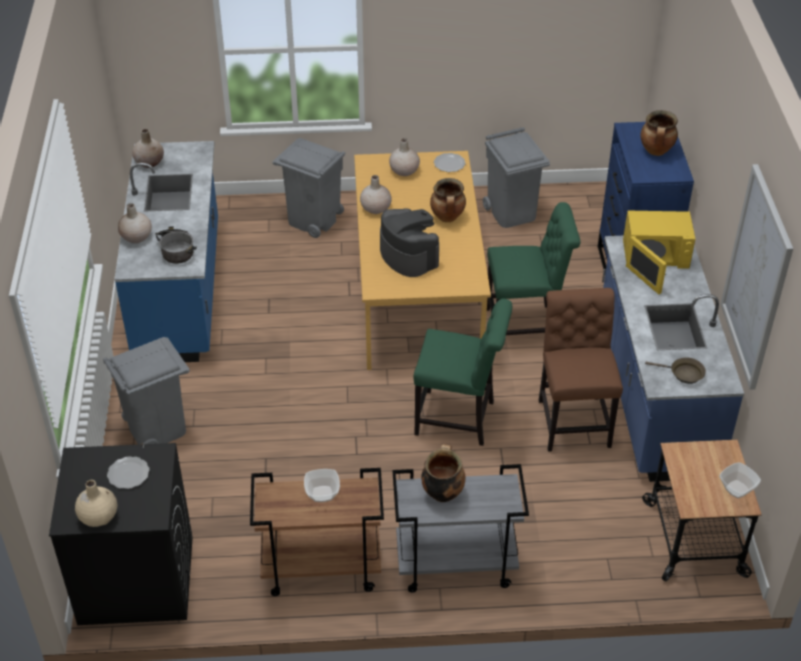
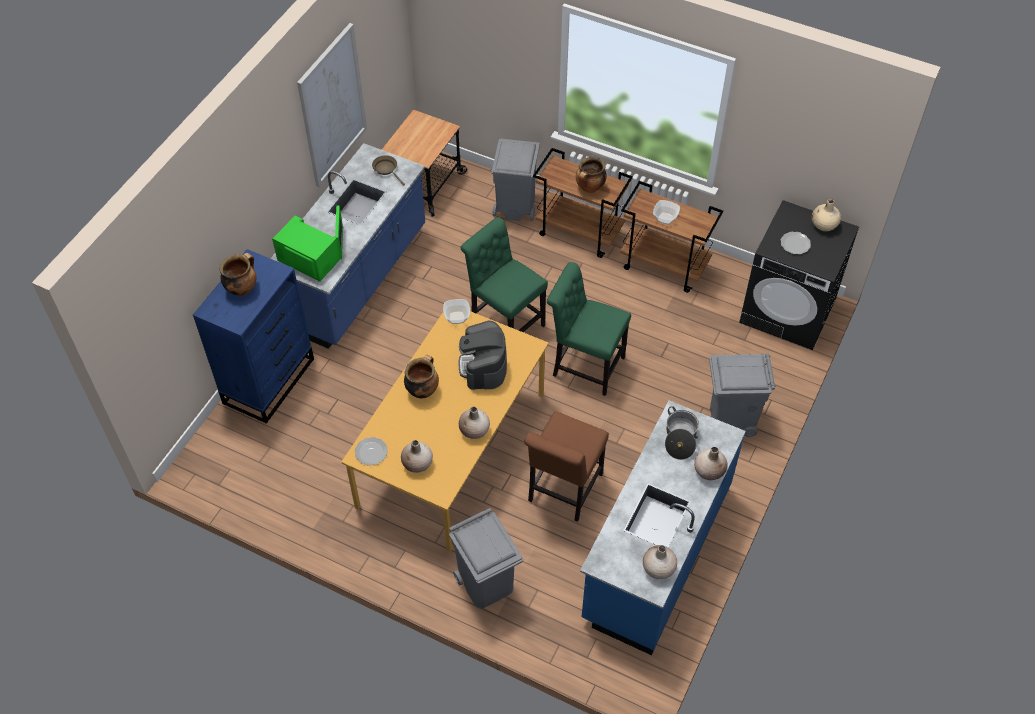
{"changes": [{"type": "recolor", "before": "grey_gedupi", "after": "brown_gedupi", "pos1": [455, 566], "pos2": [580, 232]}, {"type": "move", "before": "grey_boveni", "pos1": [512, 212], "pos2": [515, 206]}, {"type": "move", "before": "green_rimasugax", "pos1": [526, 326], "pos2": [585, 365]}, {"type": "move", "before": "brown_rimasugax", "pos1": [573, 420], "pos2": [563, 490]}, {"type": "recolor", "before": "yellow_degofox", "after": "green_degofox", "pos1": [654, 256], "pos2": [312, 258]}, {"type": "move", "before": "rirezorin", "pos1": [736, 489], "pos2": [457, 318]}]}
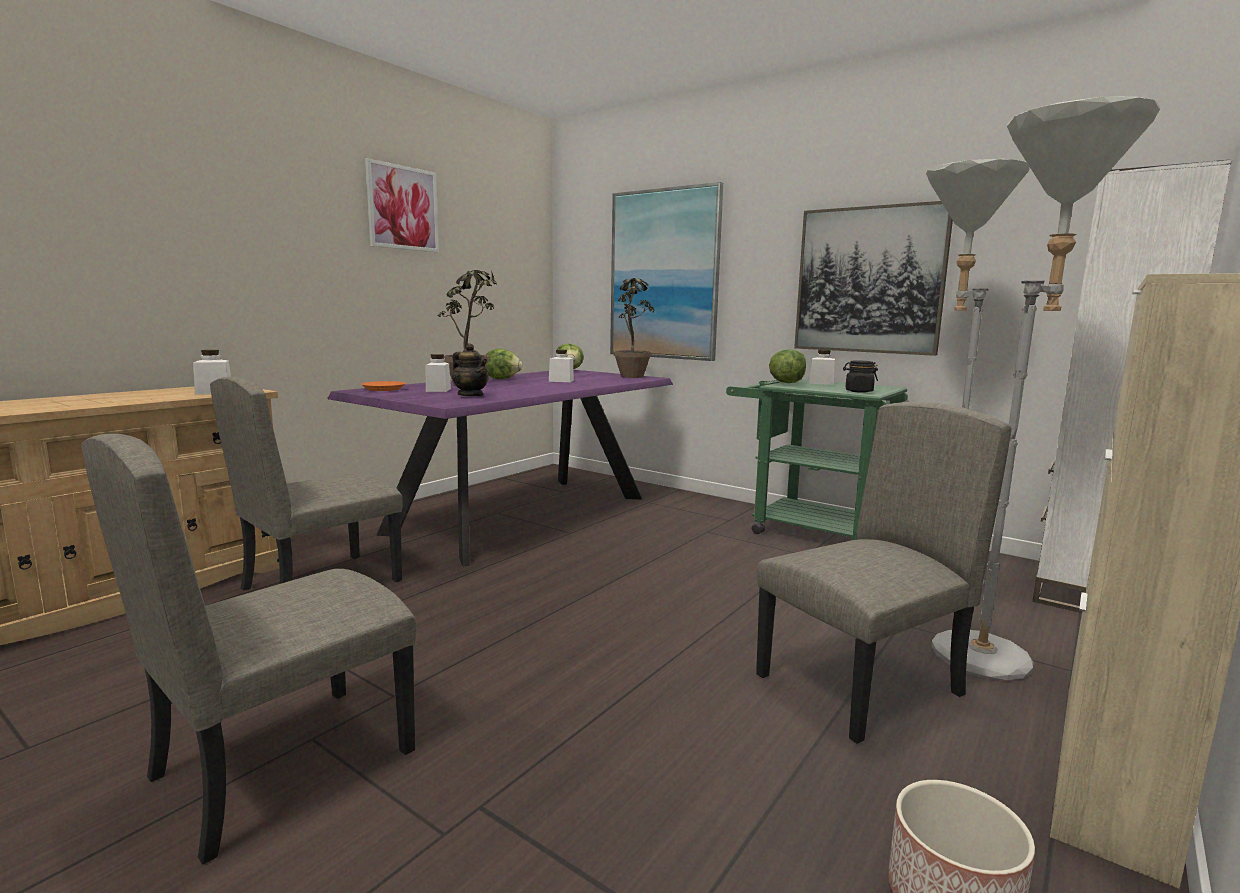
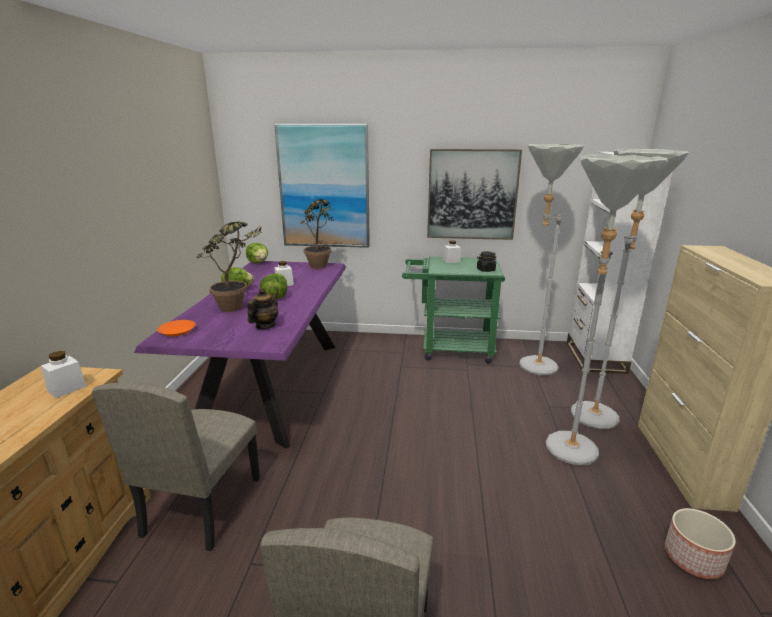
{"changes": [{"type": "delete", "before": "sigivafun", "pos1": [402, 208]}, {"type": "delete", "before": "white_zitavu", "pos1": [438, 390]}, {"type": "rotate", "before": "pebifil", "pos1": [471, 395], "pos2": [265, 326], "turn": -75}, {"type": "replace", "before": "beige_rimasugax", "after": "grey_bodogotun", "pos1": [860, 686], "pos2": [569, 455]}, {"type": "move", "before": "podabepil", "pos1": [786, 383], "pos2": [275, 297]}]}
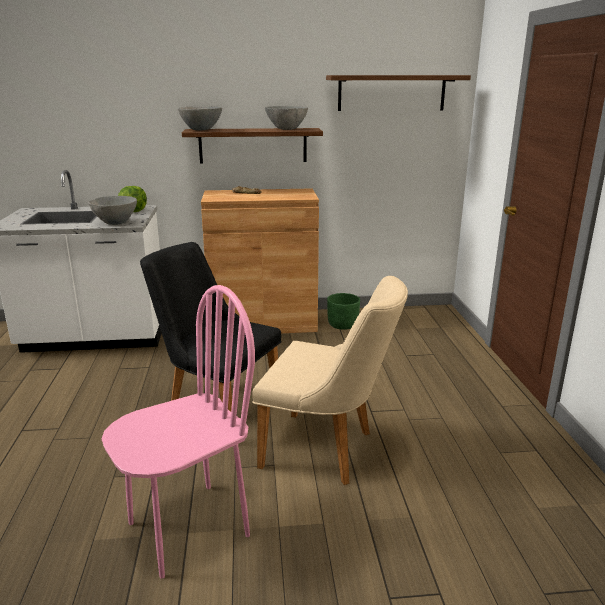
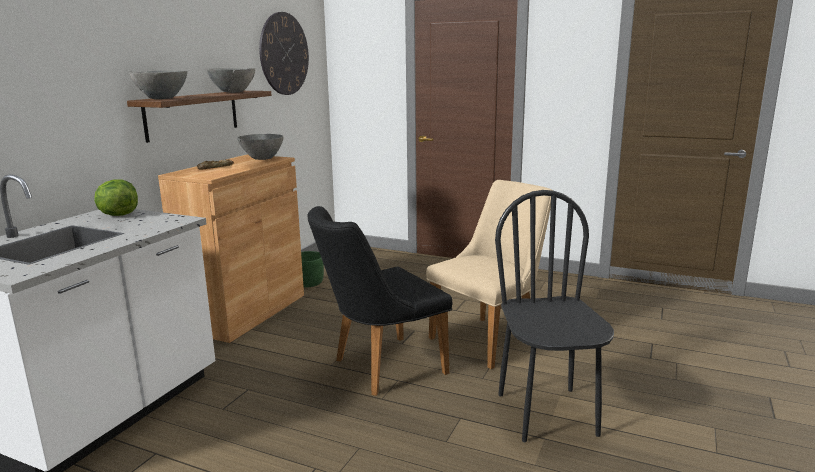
{"changes": [{"type": "move", "before": "grey_rirezorin", "pos1": [115, 223], "pos2": [262, 159]}, {"type": "recolor", "before": "pink_rimasugax", "after": "black_rimasugax", "pos1": [188, 528], "pos2": [547, 414]}, {"type": "replace", "before": "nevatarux", "after": "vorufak", "pos1": [391, 93], "pos2": [284, 54]}]}
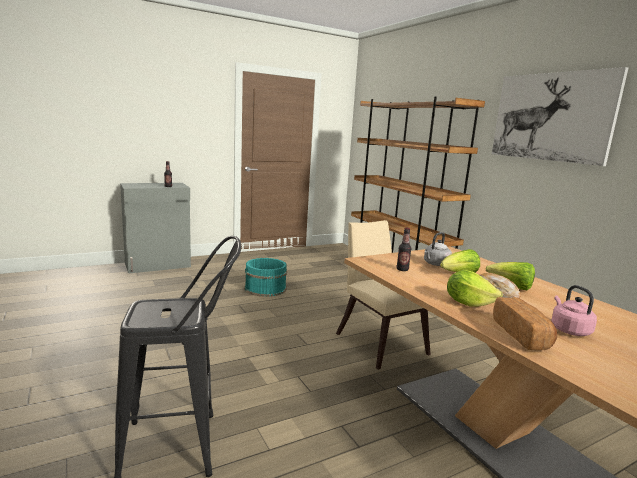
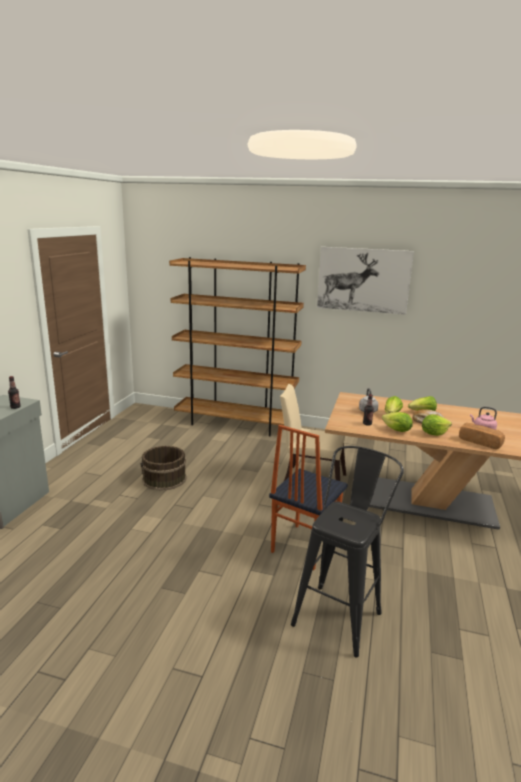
{"changes": [{"type": "recolor", "before": "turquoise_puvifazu", "after": "brown_puvifazu", "pos1": [265, 288], "pos2": [164, 479]}, {"type": "insert", "after": "rimasugax", "pos2": [303, 546]}, {"type": "insert", "after": "podabepil", "pos2": [397, 430]}]}
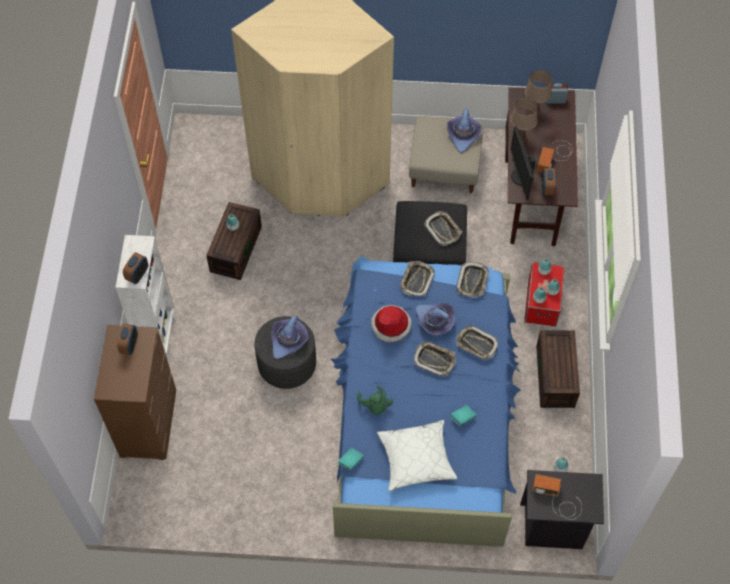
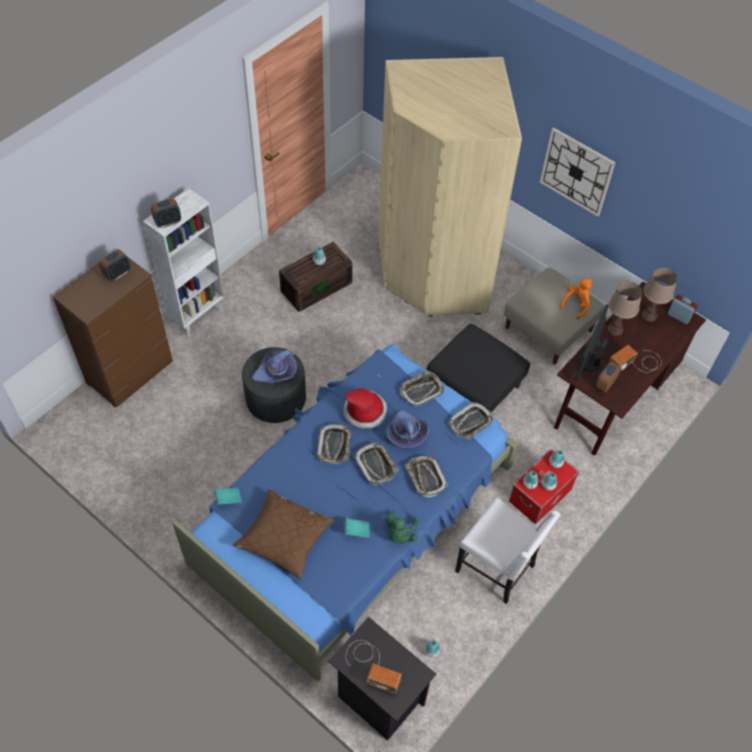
{"changes": [{"type": "move", "before": "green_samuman", "pos1": [375, 405], "pos2": [400, 533]}, {"type": "recolor", "before": "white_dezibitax", "after": "brown_dezibitax", "pos1": [416, 459], "pos2": [284, 537]}, {"type": "move", "before": "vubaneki", "pos1": [443, 230], "pos2": [334, 446]}, {"type": "replace", "before": "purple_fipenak", "after": "orange_samuman", "pos1": [463, 135], "pos2": [576, 304]}, {"type": "rotate", "before": "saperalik", "pos1": [557, 500], "pos2": [372, 665], "turn": 150}, {"type": "replace", "before": "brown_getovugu", "after": "white_rimasugax", "pos1": [556, 377], "pos2": [497, 568]}, {"type": "insert", "after": "vorufak", "pos2": [576, 171]}]}
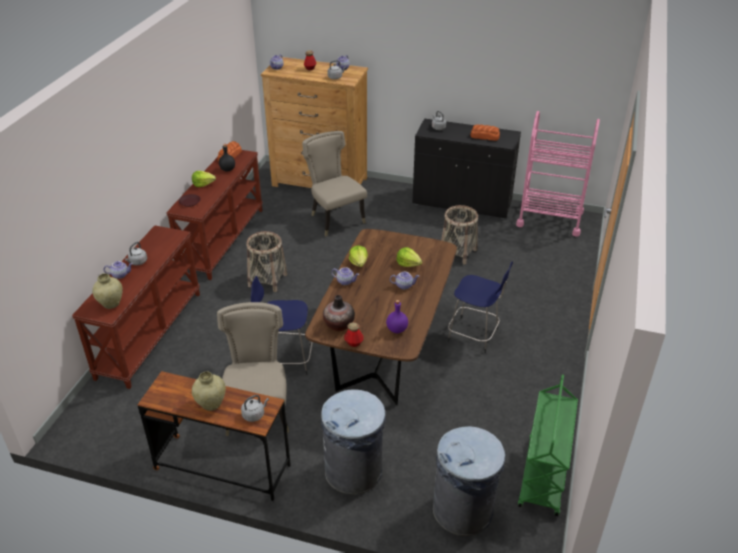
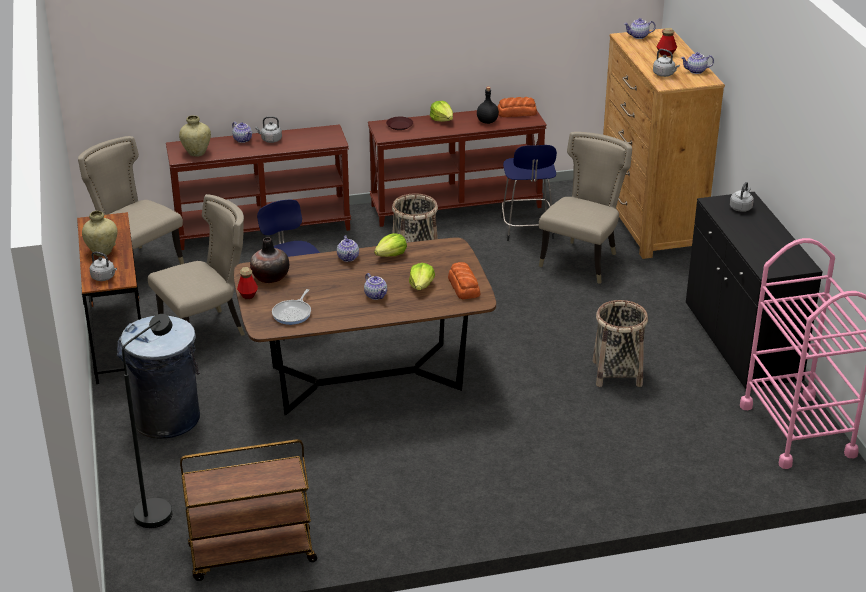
{"changes": [{"type": "replace", "before": "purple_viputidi", "after": "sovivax", "pos1": [396, 329], "pos2": [293, 313]}, {"type": "replace", "before": "grey_boveni", "after": "black_bodogotun", "pos1": [463, 511], "pos2": [160, 509]}, {"type": "move", "before": "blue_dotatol", "pos1": [474, 335], "pos2": [527, 229]}, {"type": "move", "before": "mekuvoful", "pos1": [484, 136], "pos2": [464, 286]}, {"type": "recolor", "before": "green_gedupi", "after": "brown_gedupi", "pos1": [543, 476], "pos2": [251, 555]}, {"type": "insert", "after": "beige_rimasugax", "pos2": [137, 265]}]}
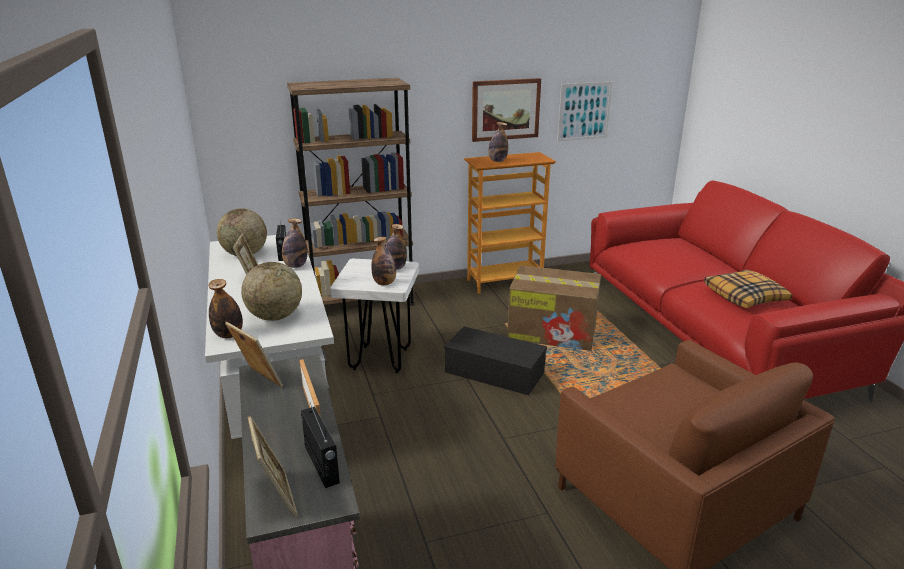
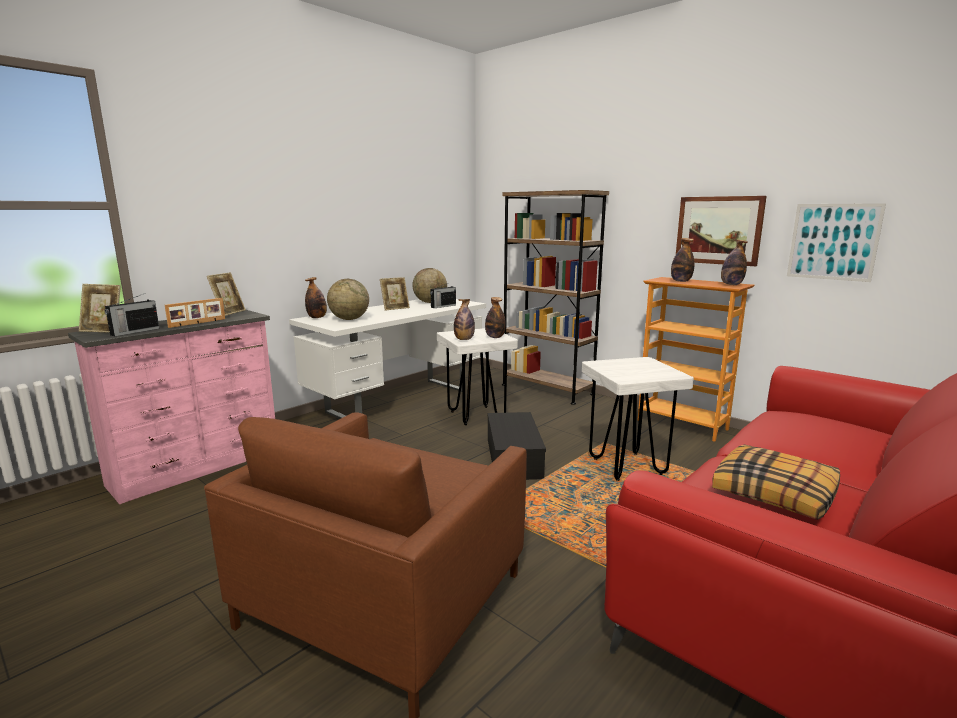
{"changes": [{"type": "rotate", "before": "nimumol", "pos1": [276, 496], "pos2": [103, 330], "turn": 60}, {"type": "move", "before": "viputidi", "pos1": [295, 266], "pos2": [731, 284]}, {"type": "replace", "before": "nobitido", "after": "white_dotatol", "pos1": [553, 332], "pos2": [627, 467]}]}
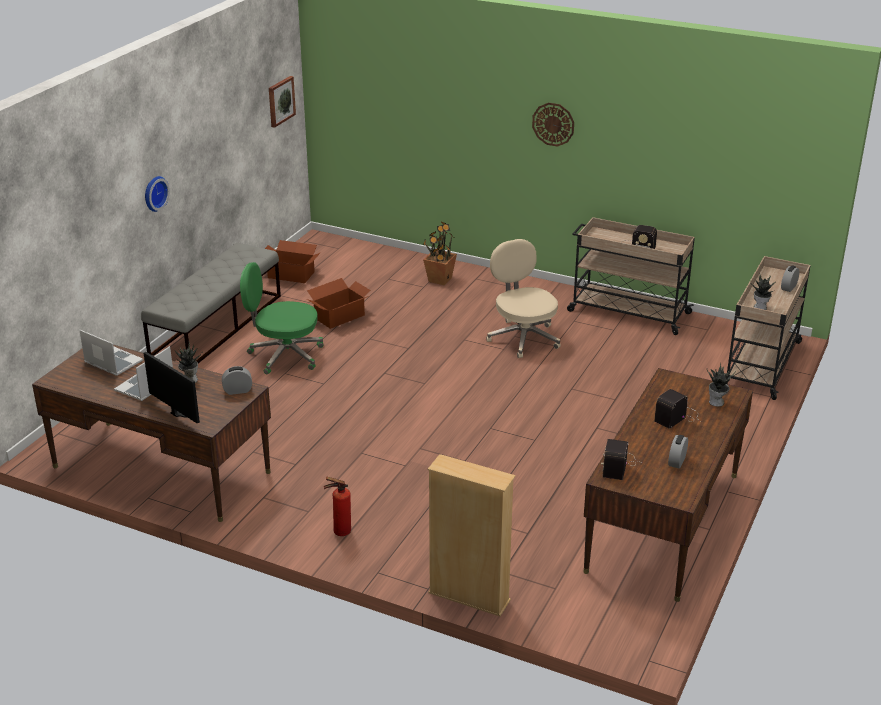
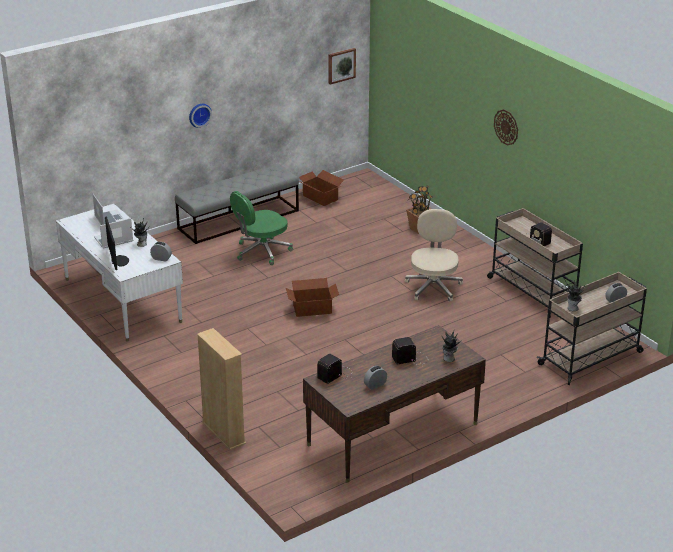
{"changes": [{"type": "recolor", "before": "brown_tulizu", "after": "white_tulizu", "pos1": [161, 469], "pos2": [122, 300]}, {"type": "rotate", "before": "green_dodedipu", "pos1": [284, 355], "pos2": [261, 252], "turn": -75}, {"type": "move", "before": "nobitido", "pos1": [340, 317], "pos2": [312, 309]}, {"type": "delete", "before": "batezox", "pos1": [339, 532]}]}
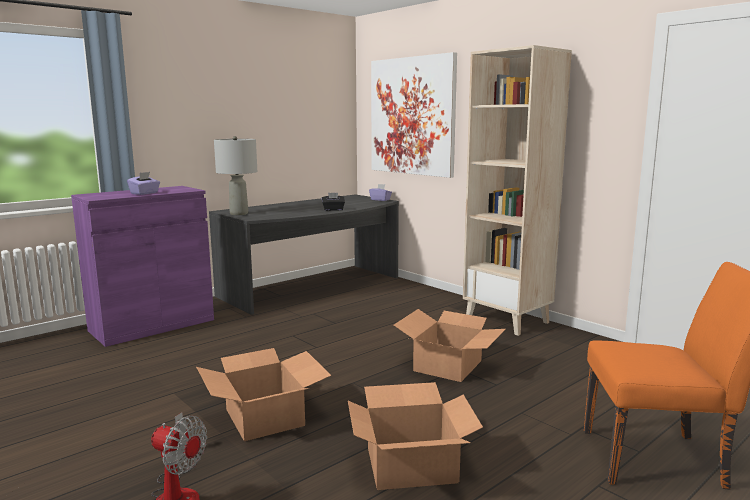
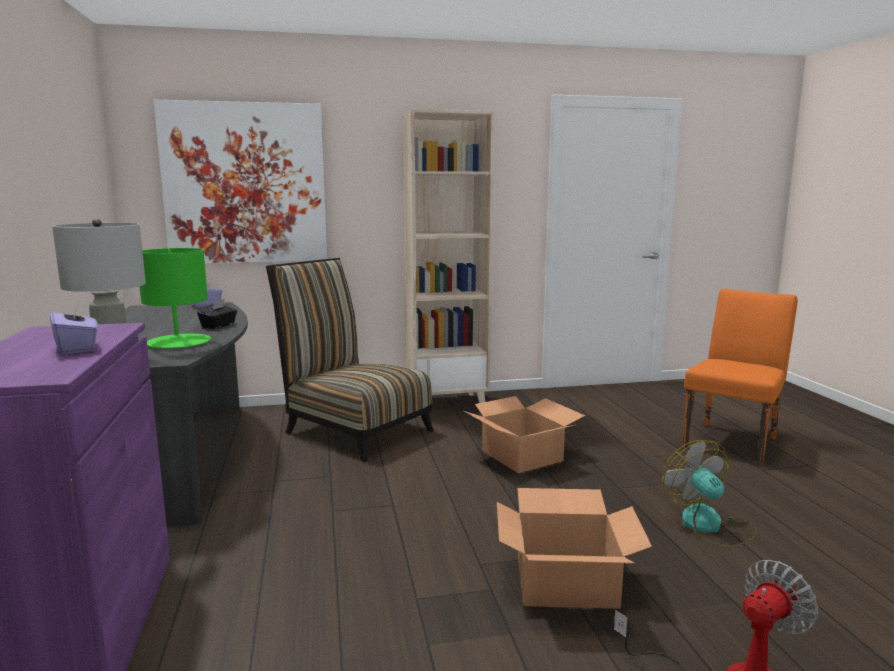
{"changes": [{"type": "replace", "before": "nobitido", "after": "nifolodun", "pos1": [410, 464], "pos2": [709, 526]}, {"type": "insert", "after": "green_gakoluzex", "pos2": [179, 343]}, {"type": "insert", "after": "rimasugax", "pos2": [353, 429]}]}
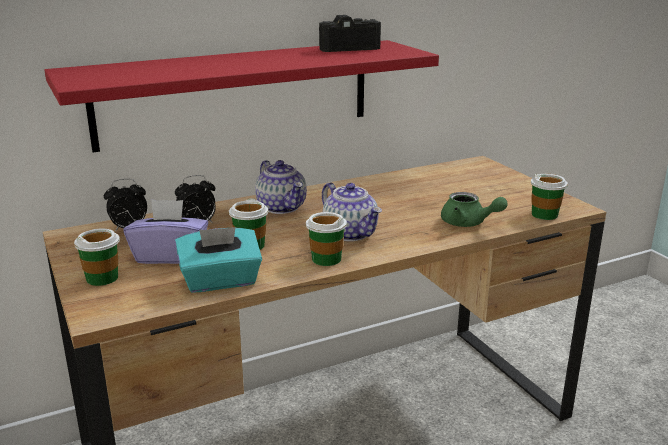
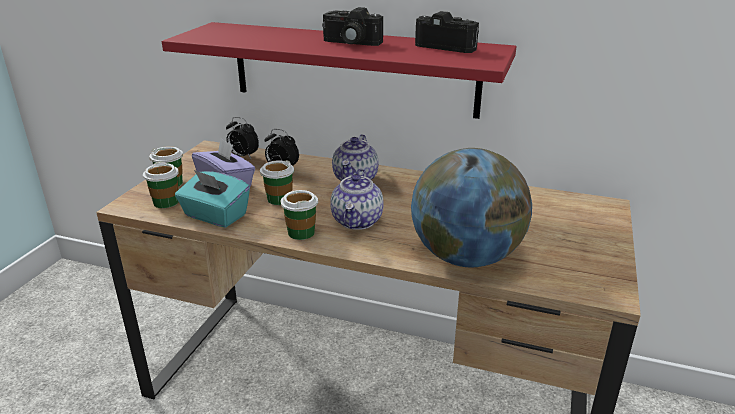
{"changes": [{"type": "replace", "before": "green_pebifil", "after": "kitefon", "pos1": [468, 223], "pos2": [465, 257]}, {"type": "move", "before": "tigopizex", "pos1": [544, 214], "pos2": [166, 202]}, {"type": "insert", "after": "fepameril", "pos2": [350, 43]}]}
